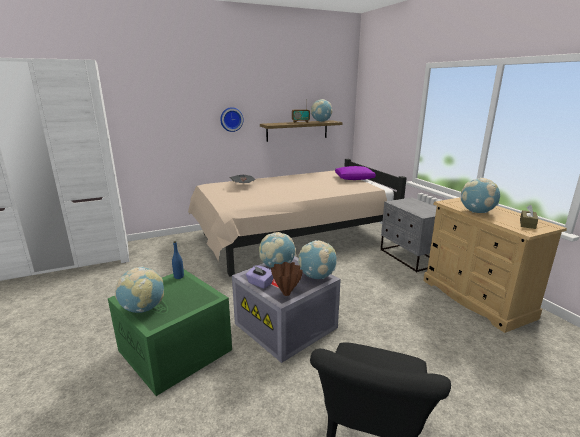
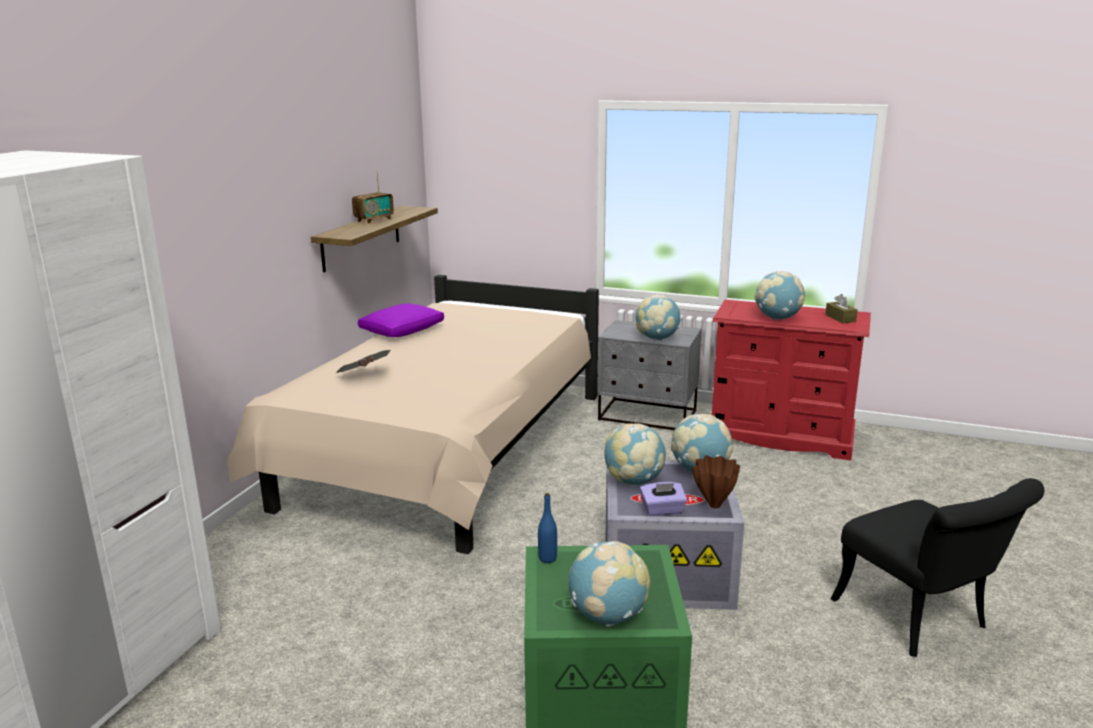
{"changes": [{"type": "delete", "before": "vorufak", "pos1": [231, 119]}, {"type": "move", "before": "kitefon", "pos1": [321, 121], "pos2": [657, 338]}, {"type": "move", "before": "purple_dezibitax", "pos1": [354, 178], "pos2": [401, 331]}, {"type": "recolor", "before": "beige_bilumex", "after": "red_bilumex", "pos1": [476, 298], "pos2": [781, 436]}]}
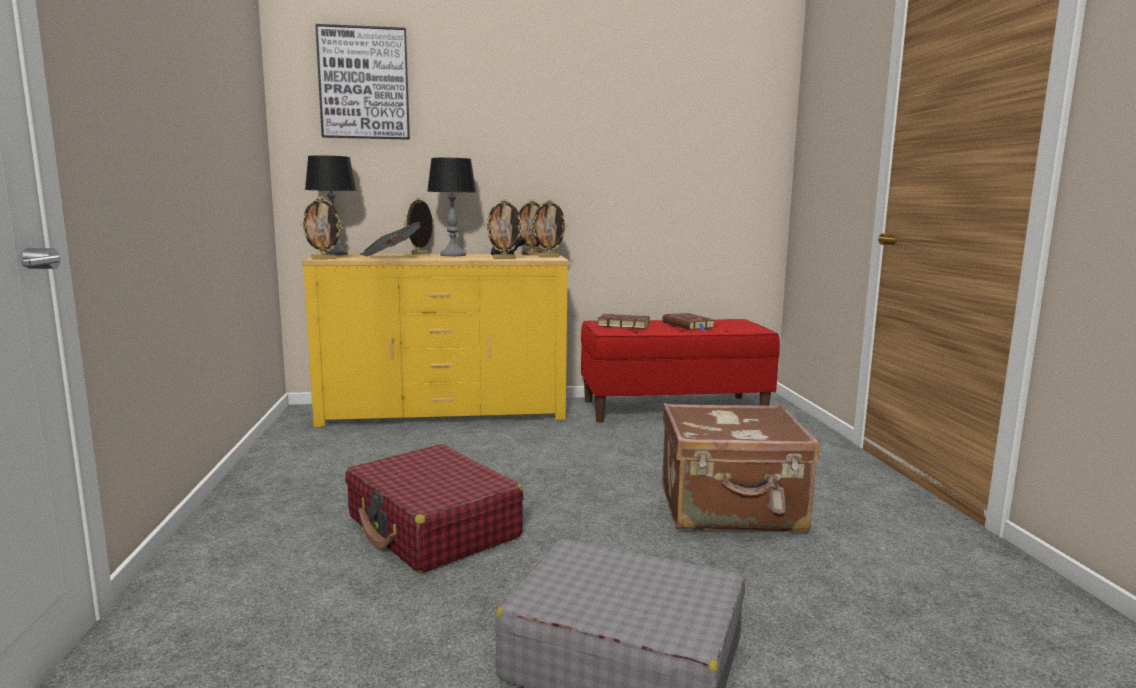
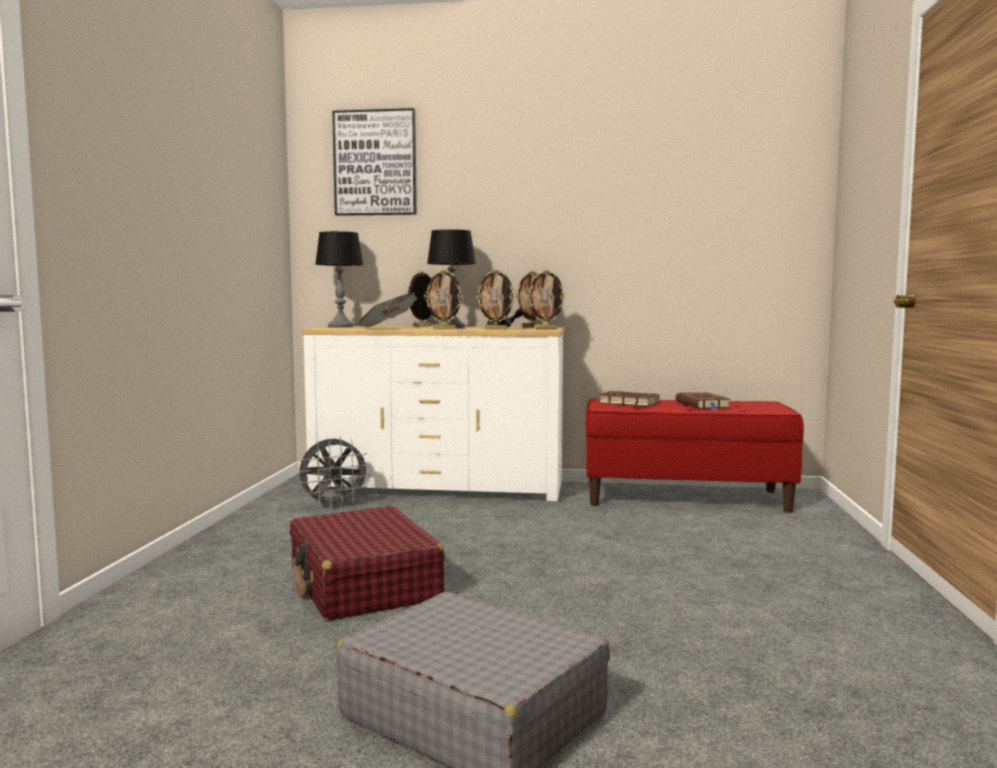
{"changes": [{"type": "move", "before": "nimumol", "pos1": [323, 259], "pos2": [444, 329]}, {"type": "recolor", "before": "yellow_bilumex", "after": "white_bilumex", "pos1": [444, 412], "pos2": [438, 487]}, {"type": "delete", "before": "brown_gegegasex", "pos1": [731, 509]}, {"type": "insert", "after": "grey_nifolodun", "pos2": [334, 506]}]}
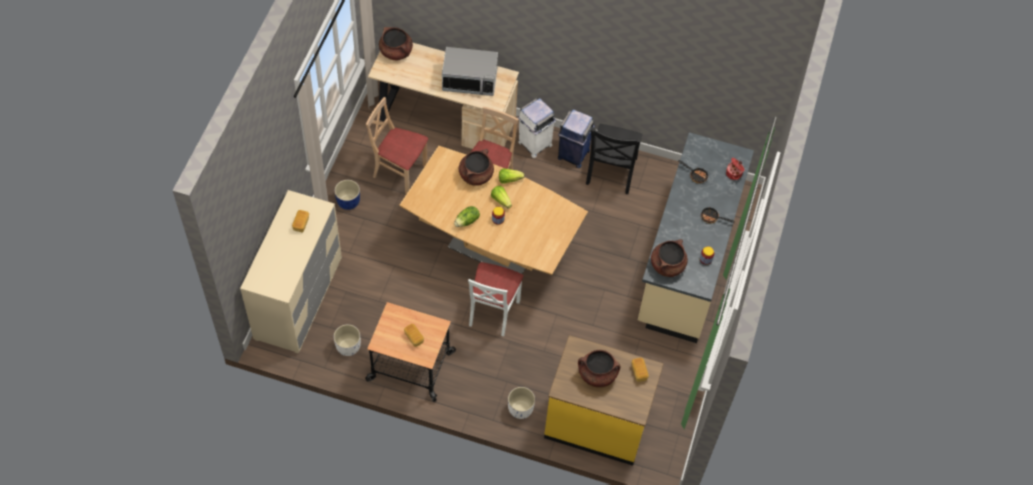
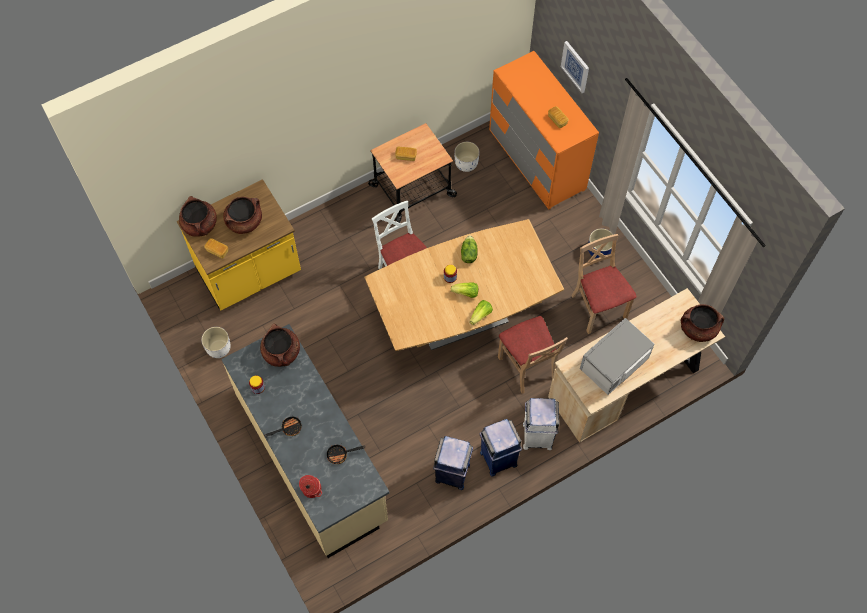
{"changes": [{"type": "recolor", "before": "beige_bilumex", "after": "orange_bilumex", "pos1": [298, 298], "pos2": [537, 160]}, {"type": "rotate", "before": "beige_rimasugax", "pos1": [399, 172], "pos2": [597, 307], "turn": -90}, {"type": "move", "before": "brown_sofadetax", "pos1": [476, 175], "pos2": [200, 225]}, {"type": "move", "before": "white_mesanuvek", "pos1": [520, 409], "pos2": [218, 348]}, {"type": "replace", "before": "black_rimasugax", "after": "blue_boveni", "pos1": [611, 173], "pos2": [452, 473]}, {"type": "insert", "after": "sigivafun", "pos2": [575, 66]}]}
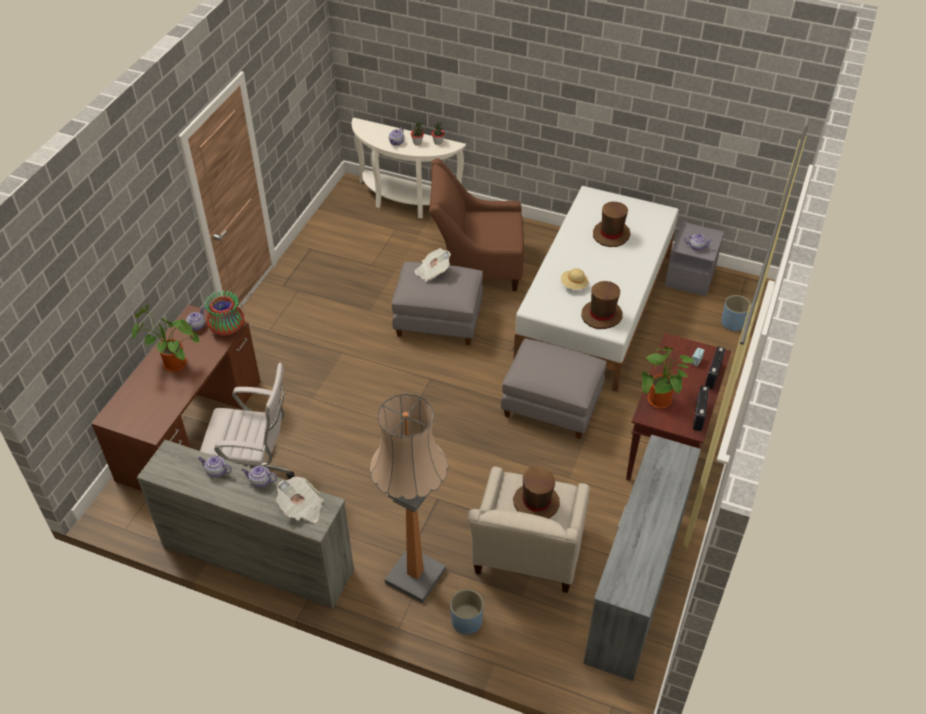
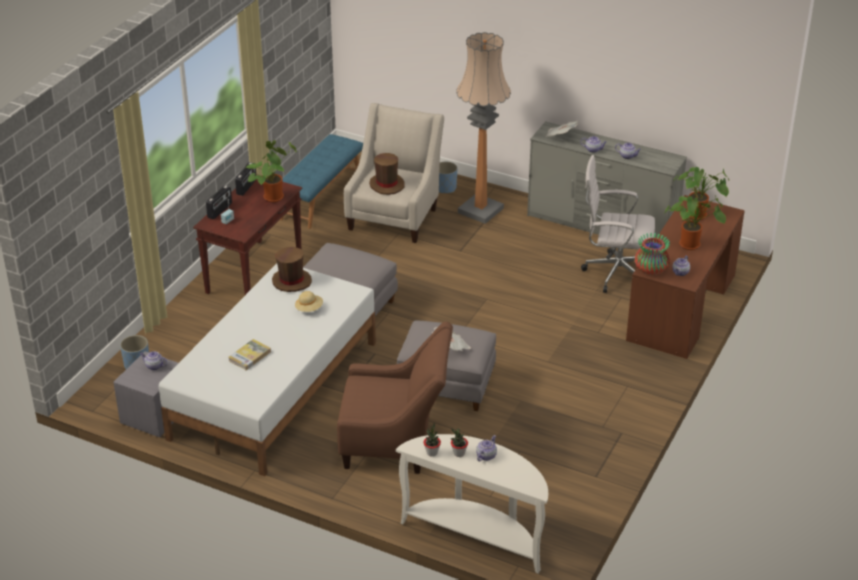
{"changes": [{"type": "replace", "before": "grey_bilumex", "after": "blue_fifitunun", "pos1": [633, 588], "pos2": [320, 197]}, {"type": "replace", "before": "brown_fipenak", "after": "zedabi", "pos1": [611, 234], "pos2": [249, 356]}, {"type": "insert", "after": "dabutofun", "pos2": [699, 215]}]}
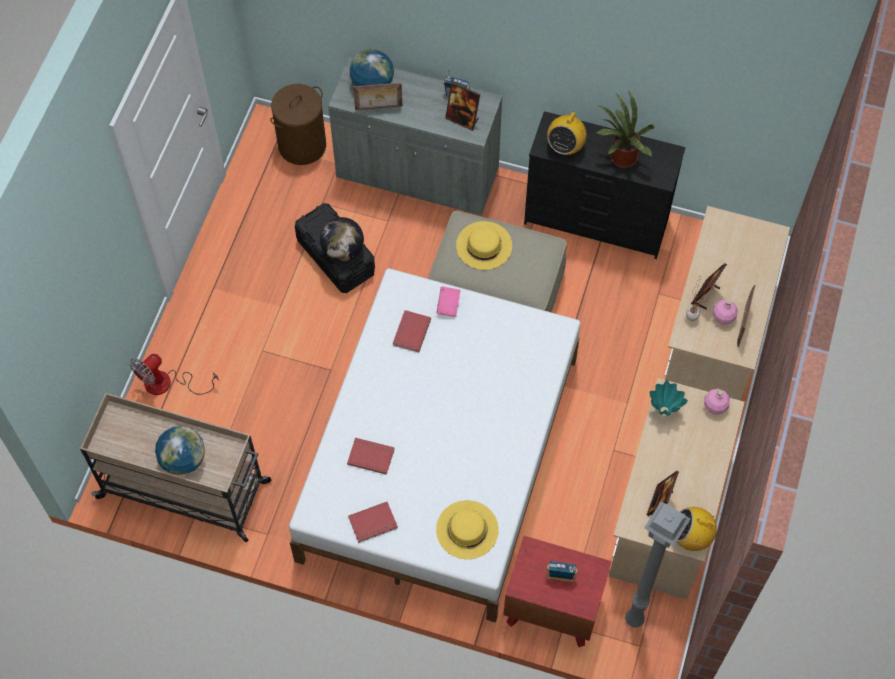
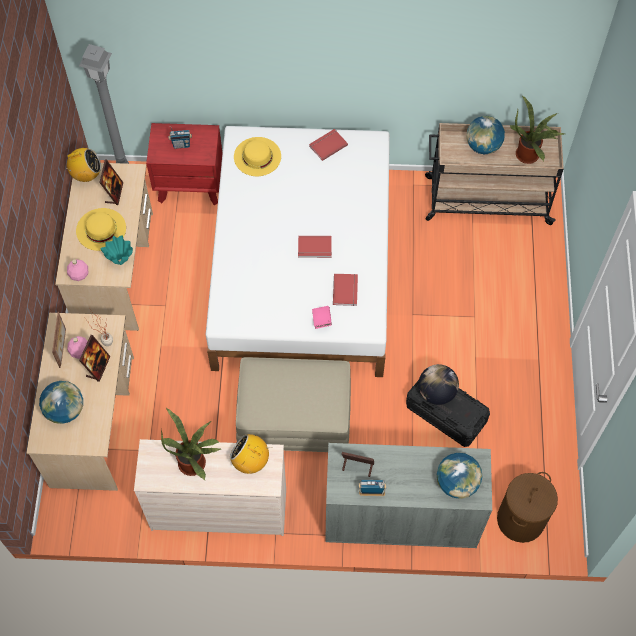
{"changes": [{"type": "delete", "before": "nifolodun", "pos1": [167, 384]}, {"type": "move", "before": "red_zedabi", "pos1": [371, 455], "pos2": [315, 248]}, {"type": "delete", "before": "nimumol", "pos1": [378, 108]}, {"type": "move", "before": "yellow_fipenak", "pos1": [484, 245], "pos2": [101, 229]}, {"type": "recolor", "before": "black_bilumex", "after": "beige_bilumex", "pos1": [596, 222], "pos2": [219, 508]}, {"type": "rotate", "before": "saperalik", "pos1": [565, 146], "pos2": [250, 461], "turn": -75}, {"type": "insert", "after": "kitefon", "pos2": [65, 410]}, {"type": "insert", "after": "dabutofun", "pos2": [529, 154]}]}
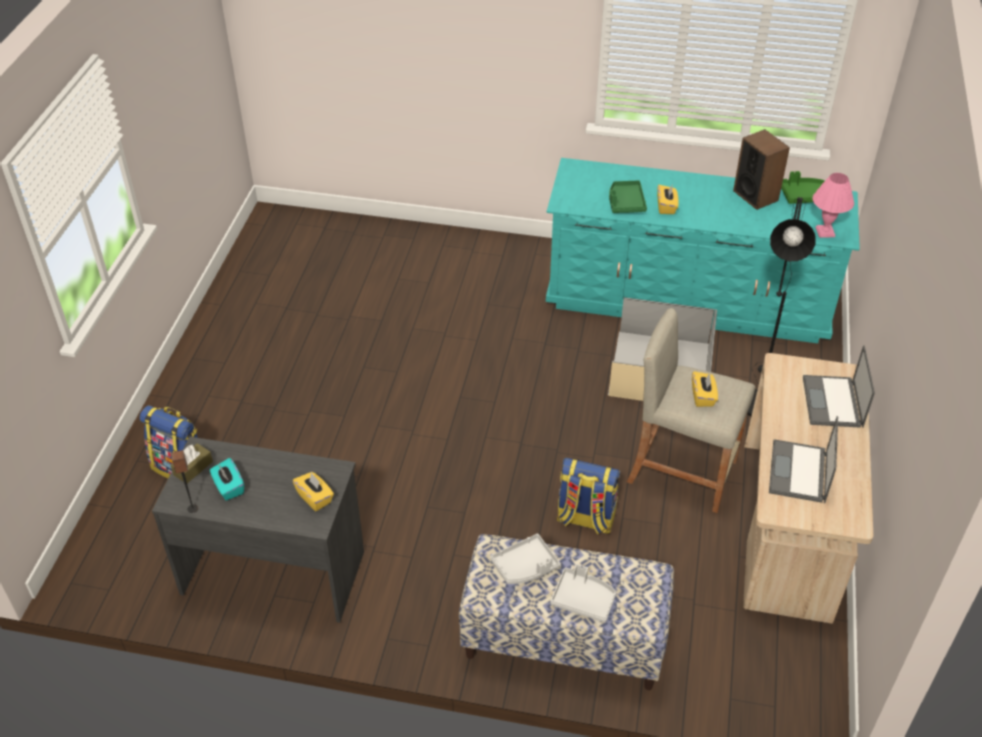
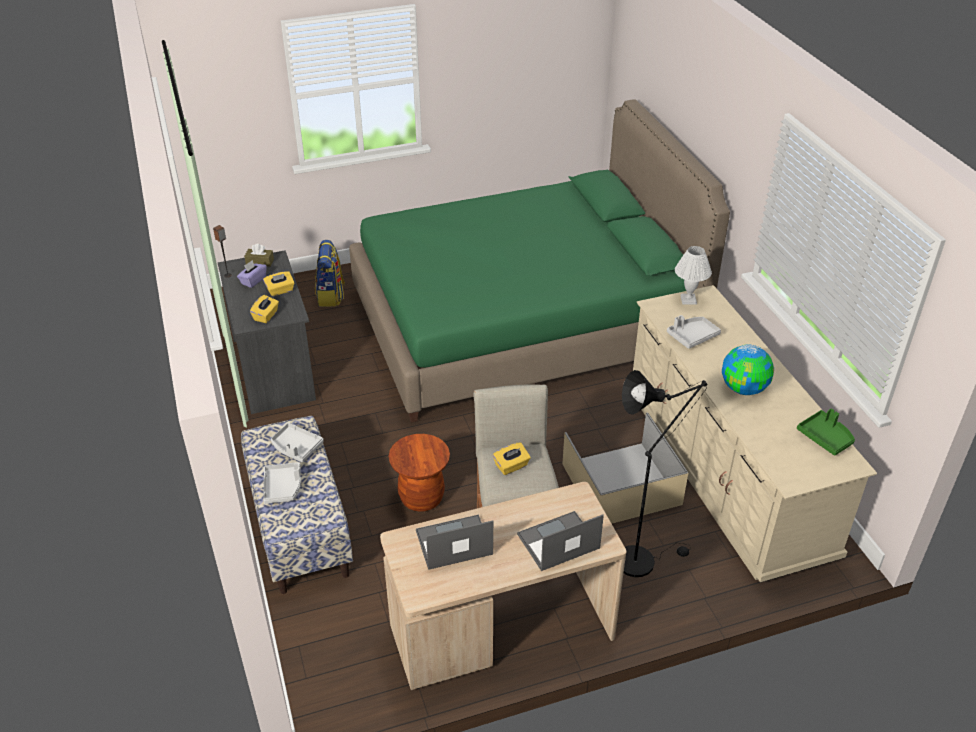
{"changes": [{"type": "recolor", "before": "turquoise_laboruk", "after": "purple_laboruk", "pos1": [229, 487], "pos2": [253, 281]}, {"type": "recolor", "before": "turquoise_bilumex", "after": "beige_bilumex", "pos1": [688, 299], "pos2": [724, 471]}, {"type": "replace", "before": "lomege", "after": "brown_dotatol", "pos1": [585, 519], "pos2": [421, 498]}, {"type": "recolor", "before": "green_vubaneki", "after": "grey_vubaneki", "pos1": [625, 202], "pos2": [692, 336]}, {"type": "move", "before": "yellow_laboruk", "pos1": [666, 207], "pos2": [280, 290]}, {"type": "delete", "before": "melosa", "pos1": [755, 195]}, {"type": "delete", "before": "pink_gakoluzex", "pos1": [824, 232]}, {"type": "insert", "after": "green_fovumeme", "pos2": [522, 323]}, {"type": "insert", "after": "white_gakoluzex", "pos2": [688, 299]}, {"type": "insert", "after": "kitefon", "pos2": [744, 388]}]}
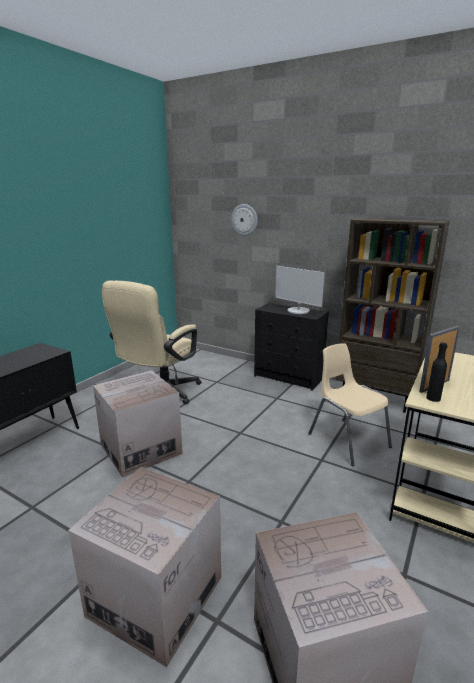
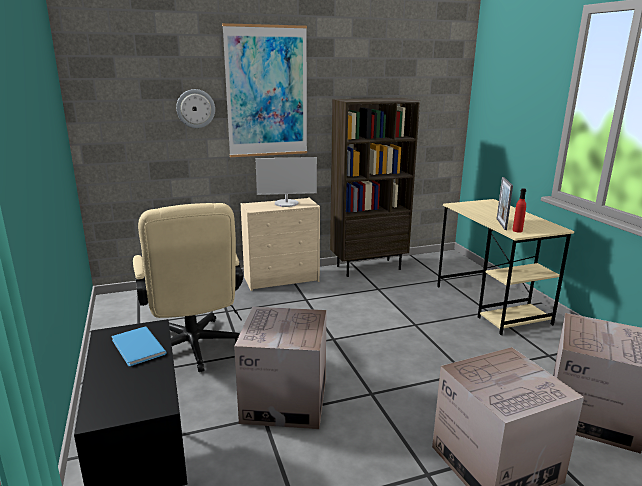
{"changes": [{"type": "recolor", "before": "black_bilumex", "after": "beige_bilumex", "pos1": [289, 377], "pos2": [282, 279]}, {"type": "delete", "before": "beige_rimasugax", "pos1": [347, 440]}, {"type": "recolor", "before": "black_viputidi", "after": "red_viputidi", "pos1": [433, 398], "pos2": [517, 230]}, {"type": "insert", "after": "blue_zedabi", "pos2": [137, 348]}, {"type": "insert", "after": "sigivafun", "pos2": [267, 92]}]}
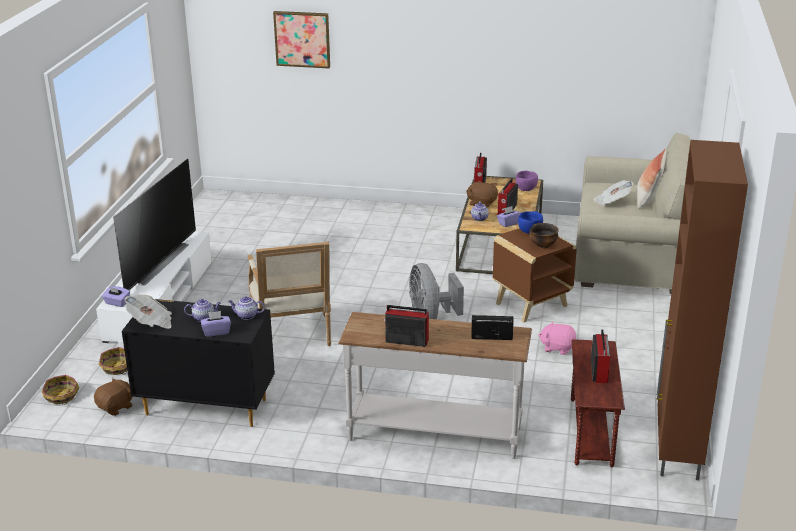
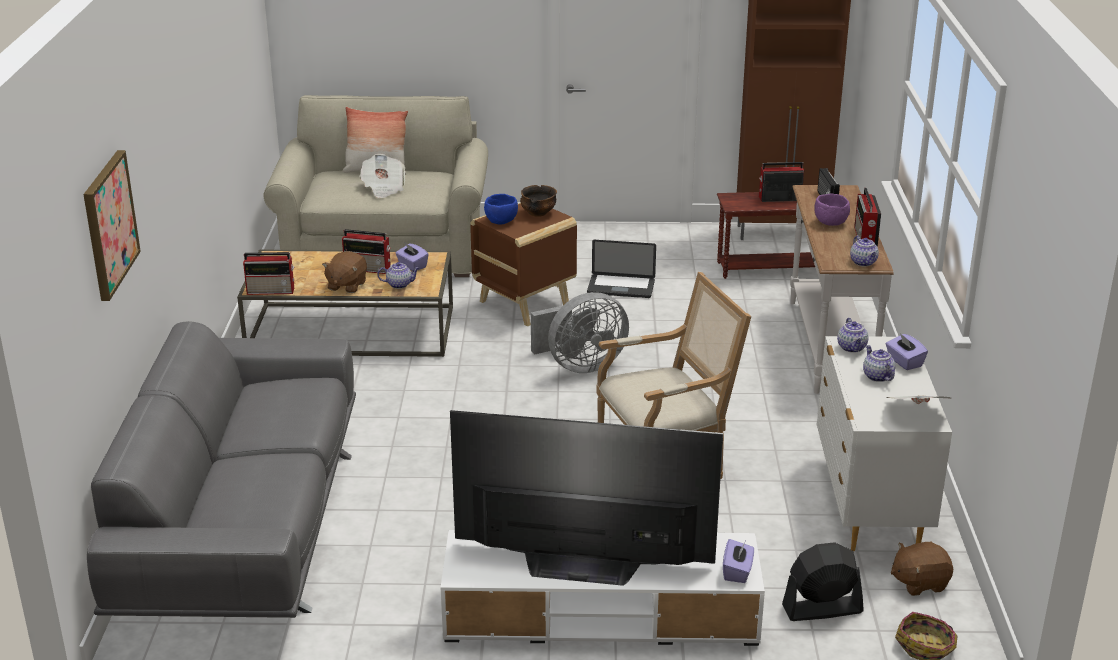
{"changes": [{"type": "rotate", "before": "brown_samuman", "pos1": [116, 407], "pos2": [919, 582], "turn": -45}, {"type": "replace", "before": "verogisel", "after": "black_nifolodun", "pos1": [117, 367], "pos2": [822, 609]}, {"type": "recolor", "before": "black_bilumex", "after": "white_bilumex", "pos1": [205, 406], "pos2": [869, 505]}, {"type": "move", "before": "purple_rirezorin", "pos1": [526, 189], "pos2": [829, 223]}, {"type": "replace", "before": "pink_samuman", "after": "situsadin", "pos1": [557, 348], "pos2": [621, 287]}, {"type": "insert", "after": "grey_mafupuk", "pos2": [244, 526]}, {"type": "insert", "after": "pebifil", "pos2": [864, 263]}]}
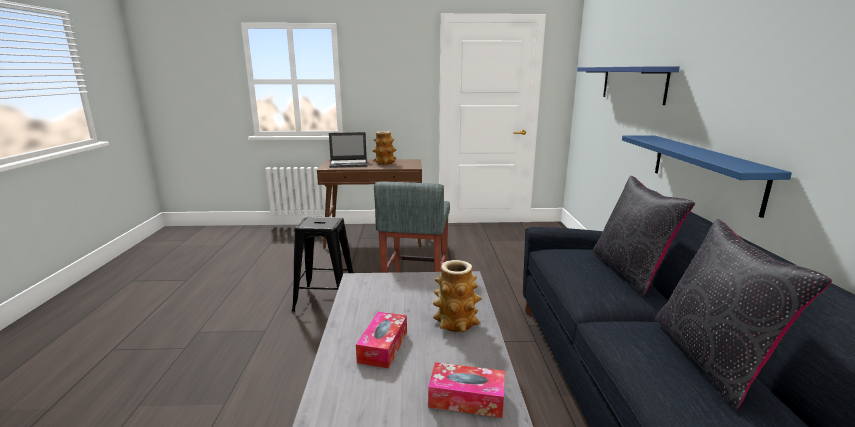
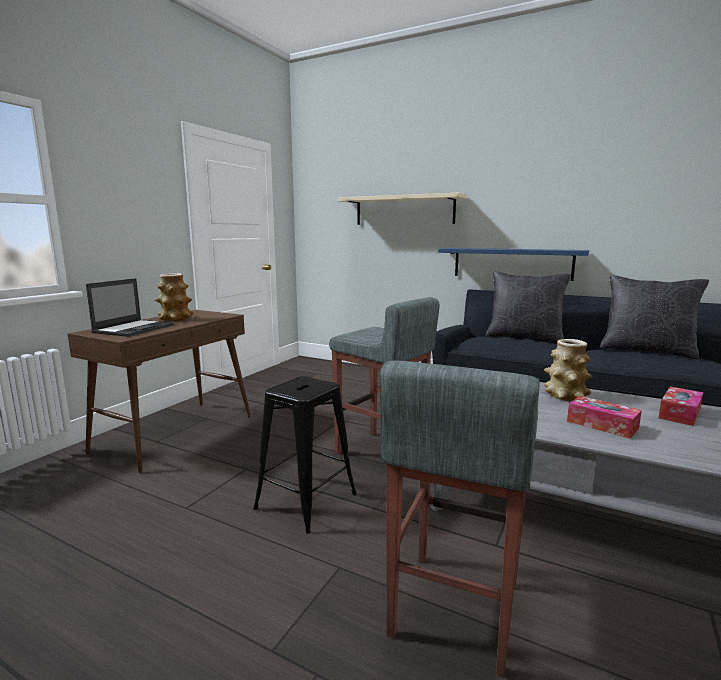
{"changes": [{"type": "recolor", "before": "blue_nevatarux", "after": "beige_nevatarux", "pos1": [632, 83], "pos2": [404, 210]}, {"type": "insert", "after": "grey_dotatol", "pos2": [453, 609]}]}
